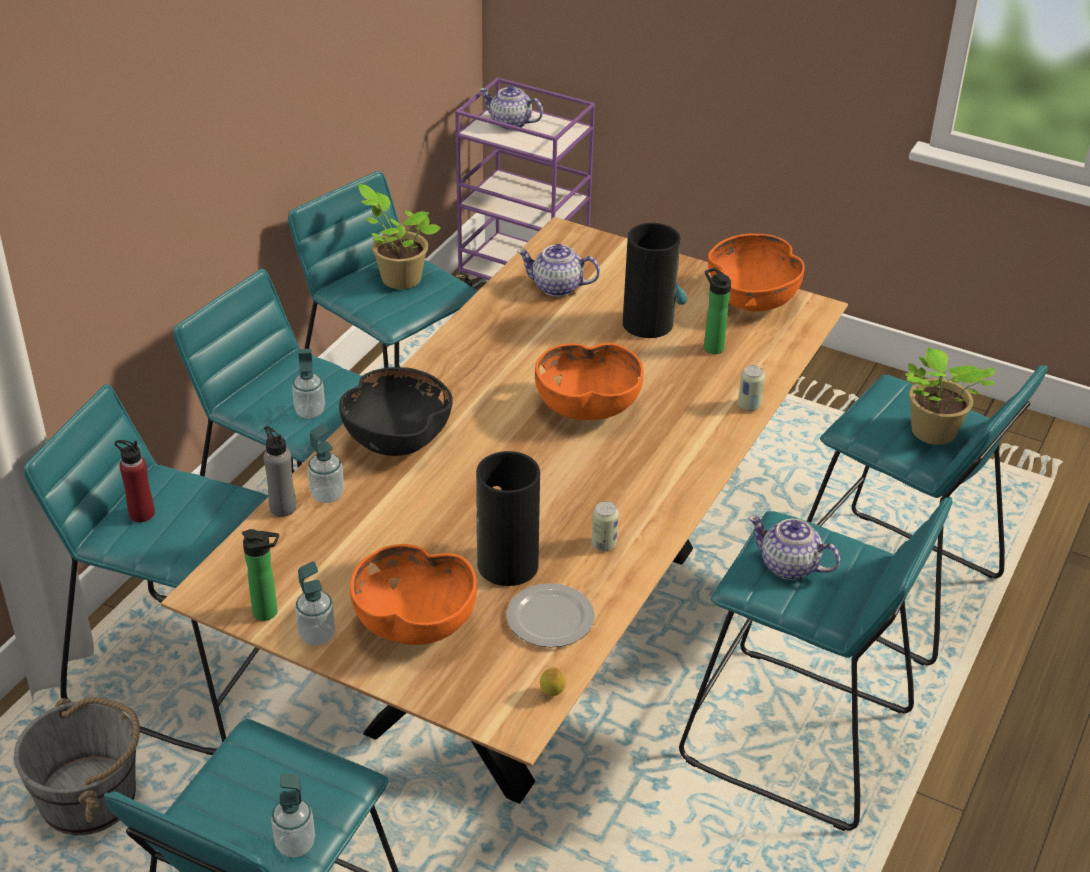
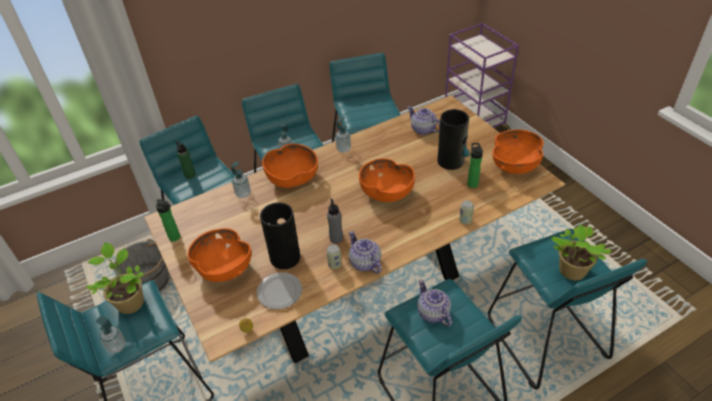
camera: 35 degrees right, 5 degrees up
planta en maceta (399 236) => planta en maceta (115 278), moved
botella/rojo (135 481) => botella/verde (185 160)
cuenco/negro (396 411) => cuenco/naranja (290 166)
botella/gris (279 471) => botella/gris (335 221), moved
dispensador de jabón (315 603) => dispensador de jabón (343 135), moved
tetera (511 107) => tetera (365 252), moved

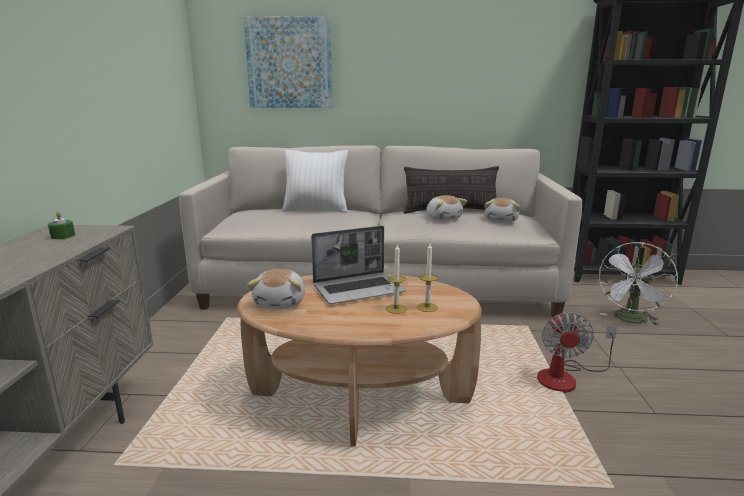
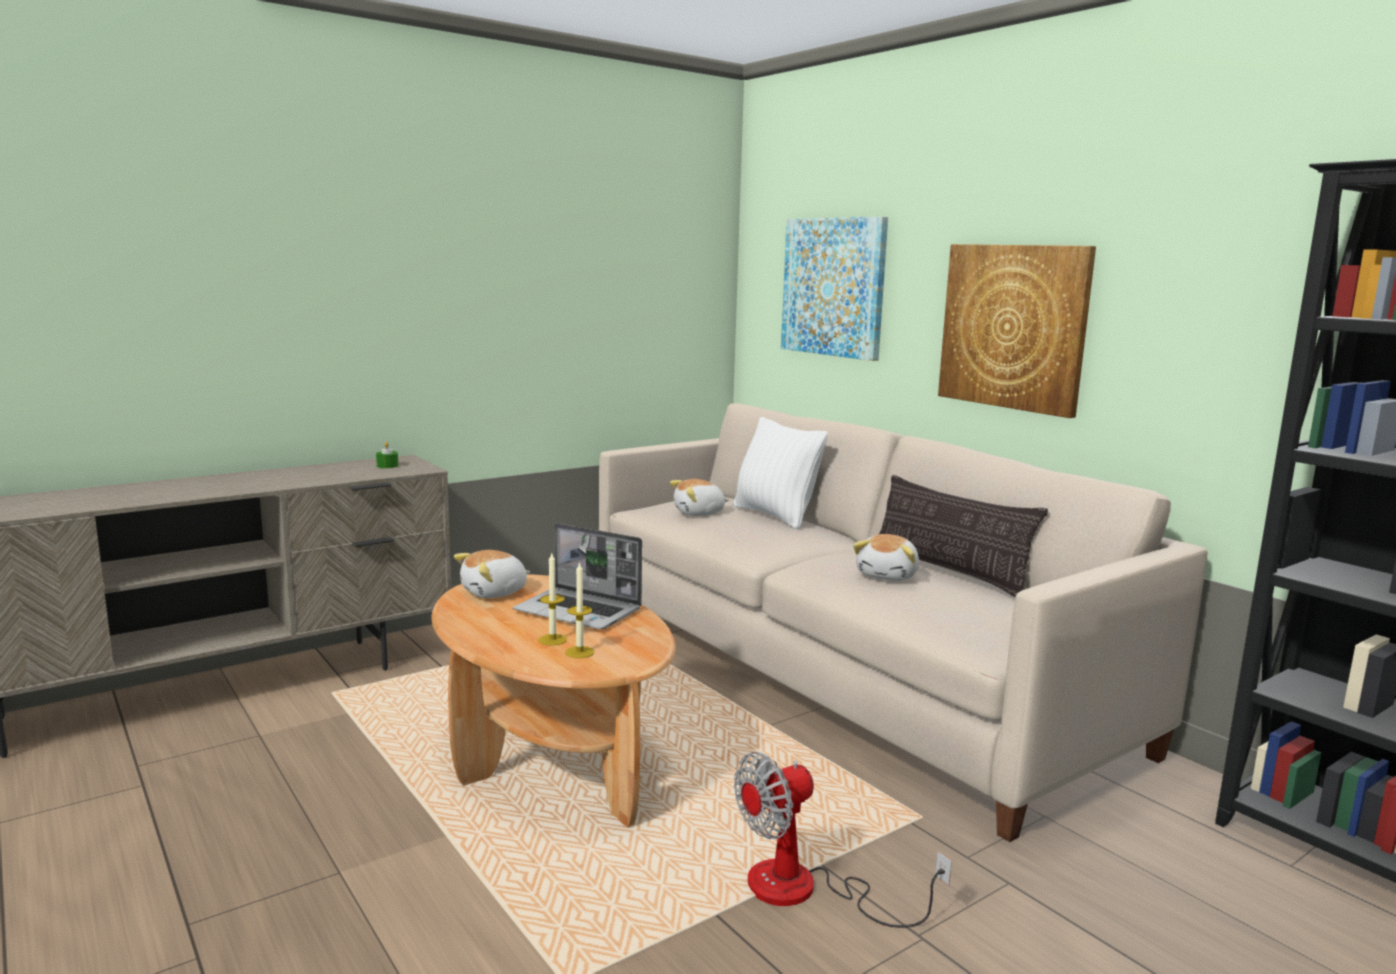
camera: 50 degrees right, 5 degrees down
peluche (502 210) => peluche (699 497), moved
nothing => cuadro (1017 331)
ventilador/blanco (637 284) => nothing

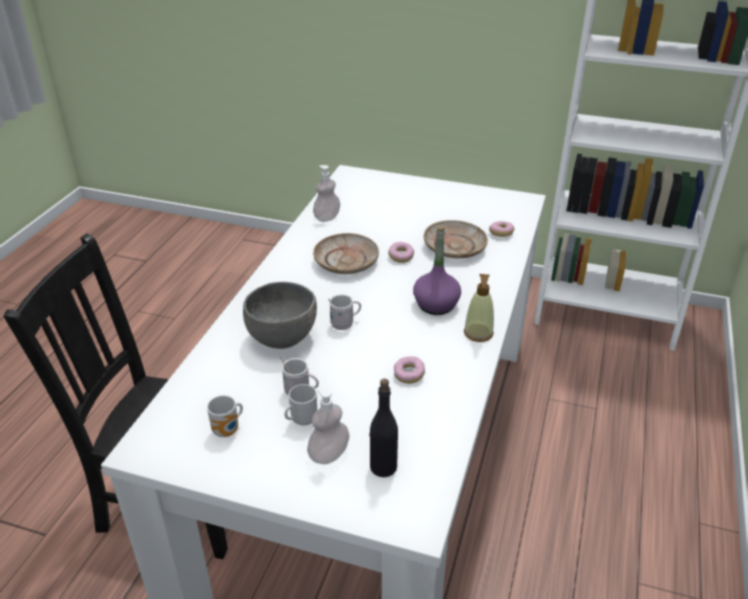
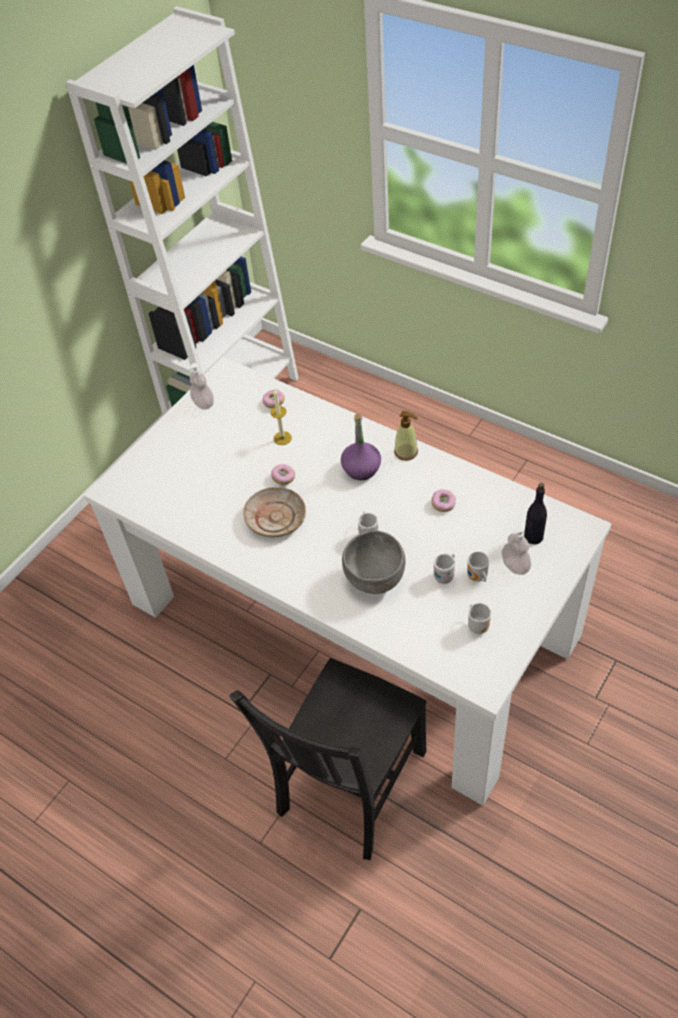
camera: 70 degrees left, 15 degrees up
dispensador de jabón (326 193) => dispensador de jabón (201 386), moved
plato/beis (456 239) => vela (281 417)

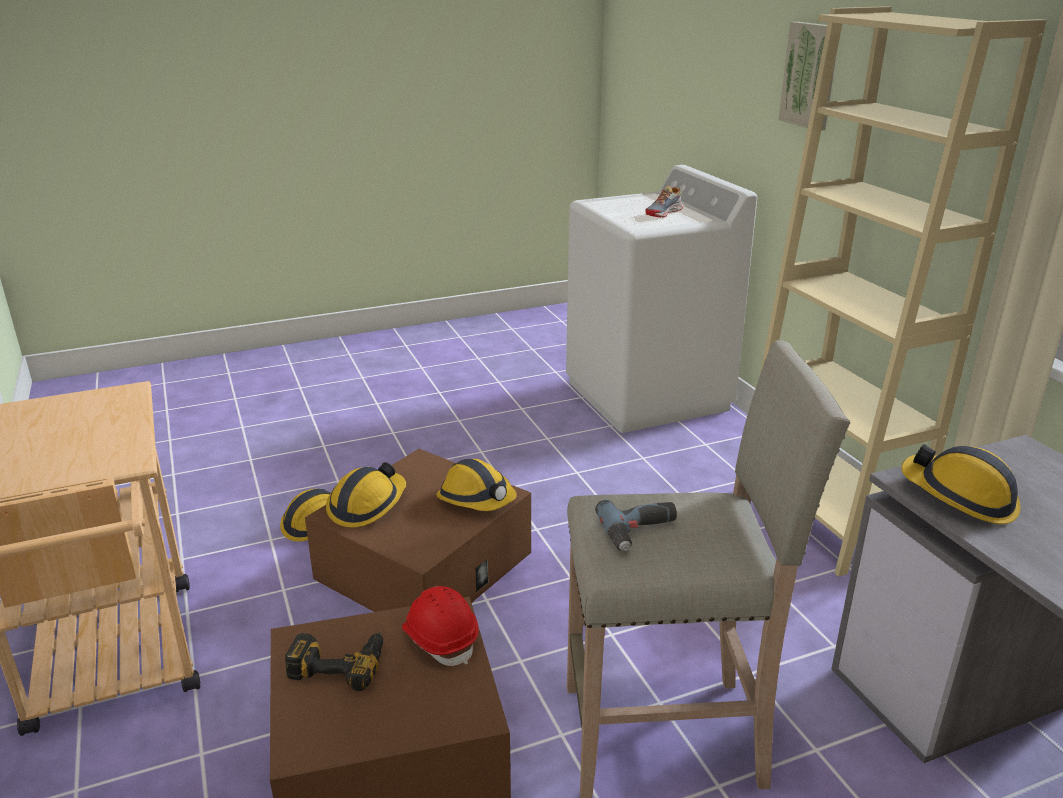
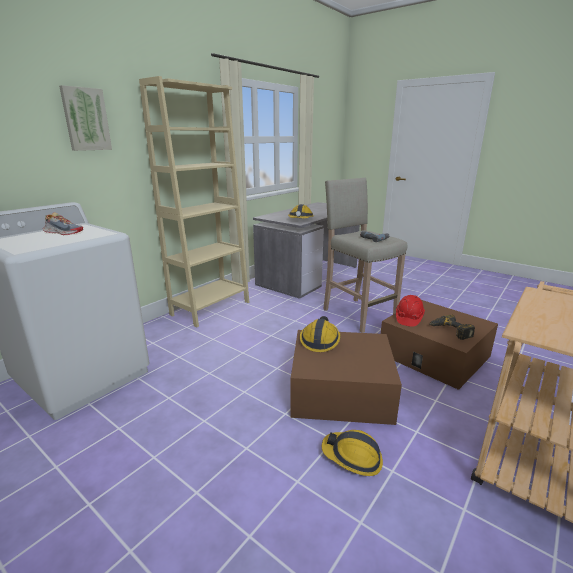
camera: 120 degrees left, 5 degrees down
casco (366 495) => nothing

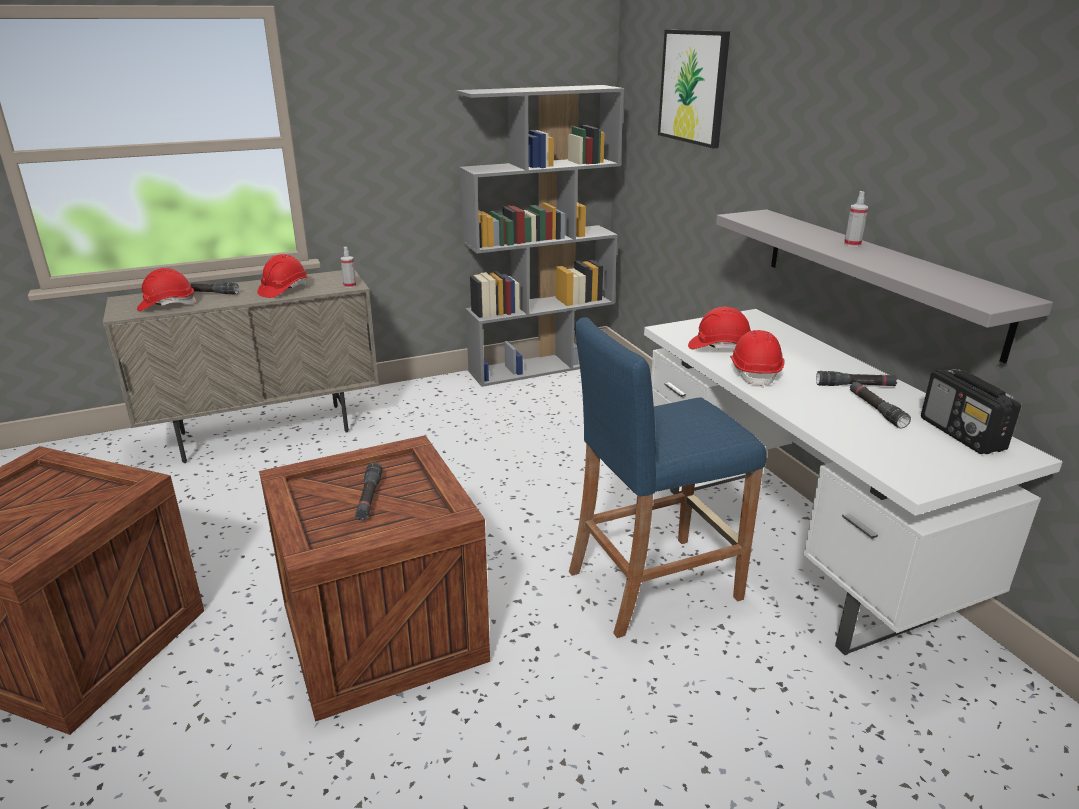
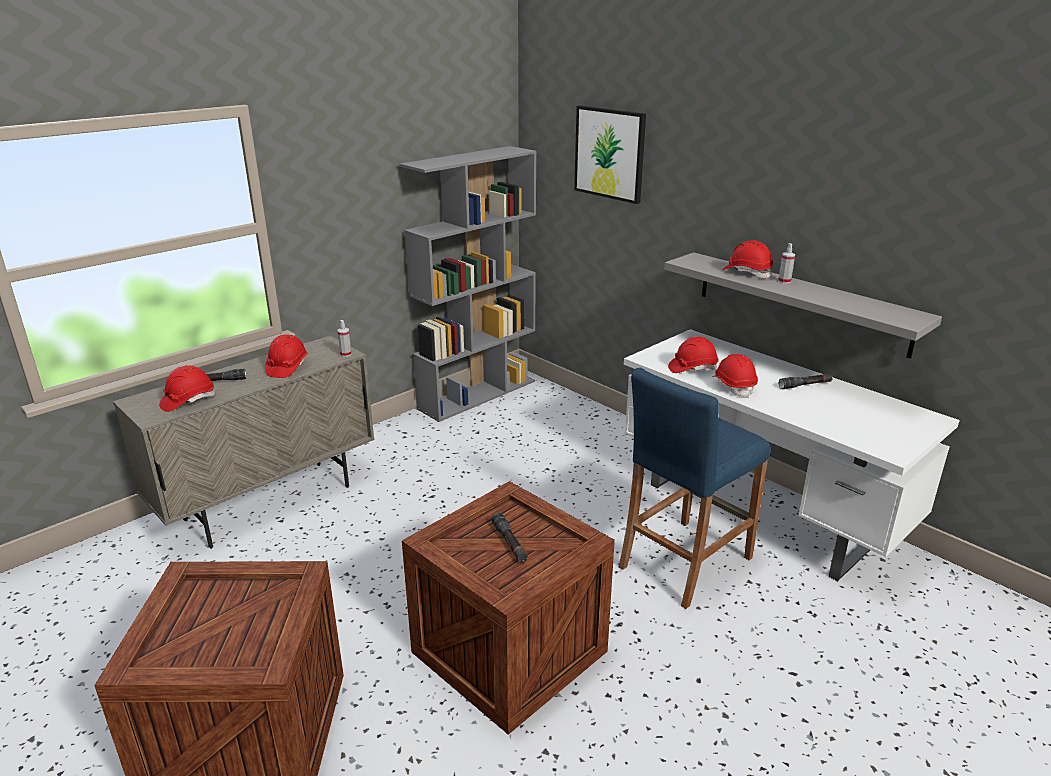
camera: 20 degrees left, 0 degrees up
nothing => casco/rojo (747 259)
linterna/negro (880 405) => nothing
radio (971 411) => nothing

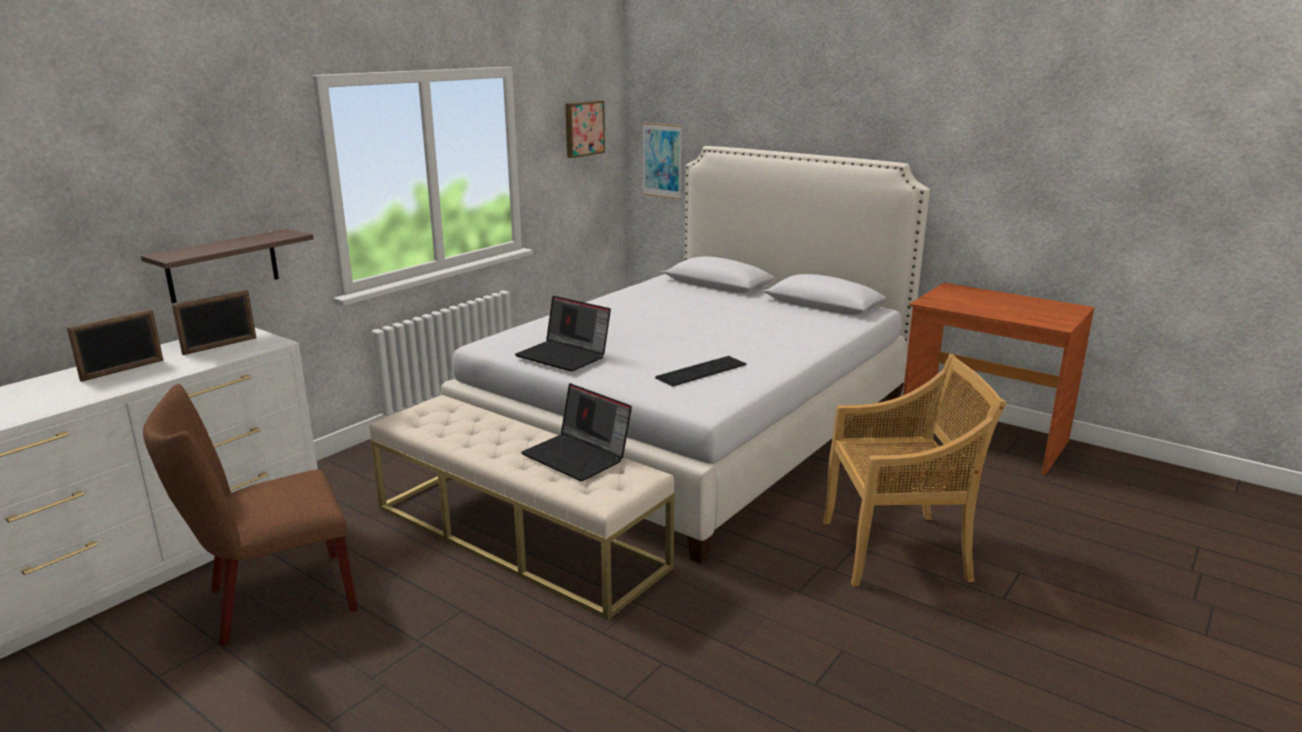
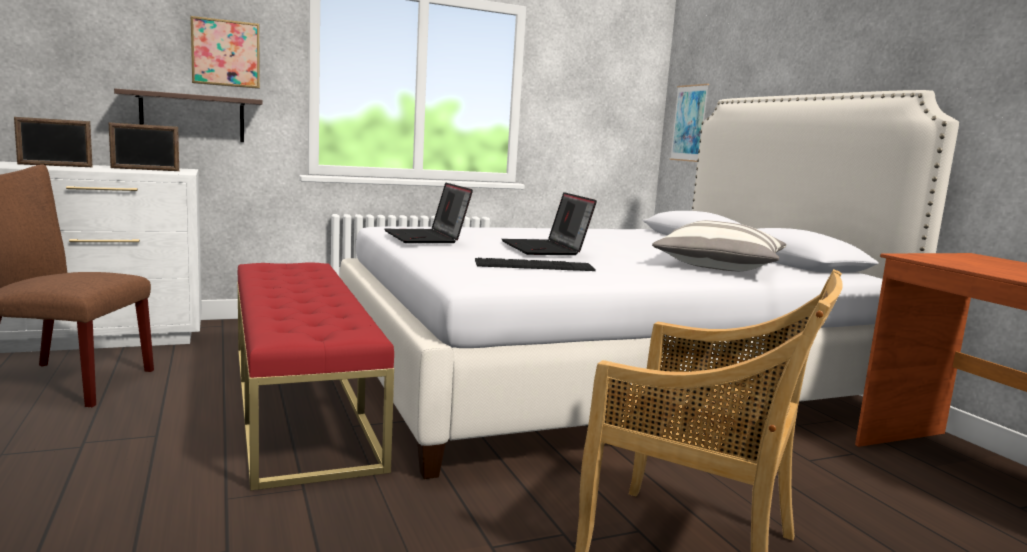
camera: 30 degrees right, 10 degrees down
cuadro (585 129) => cuadro (225 52), moved
banco/beis (522 507) => banco/rojo (316 376)
portátil (576 432) => portátil (549 223), moved
nothing => cojín (719 245)

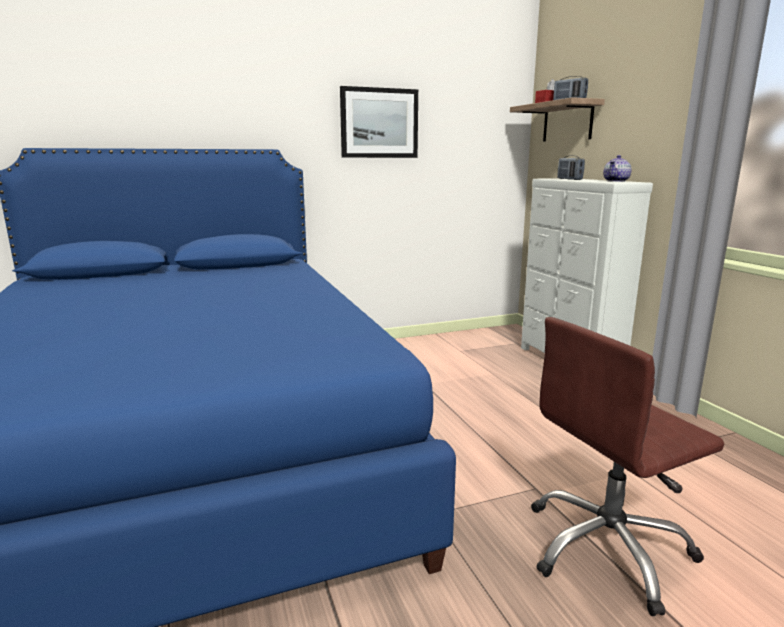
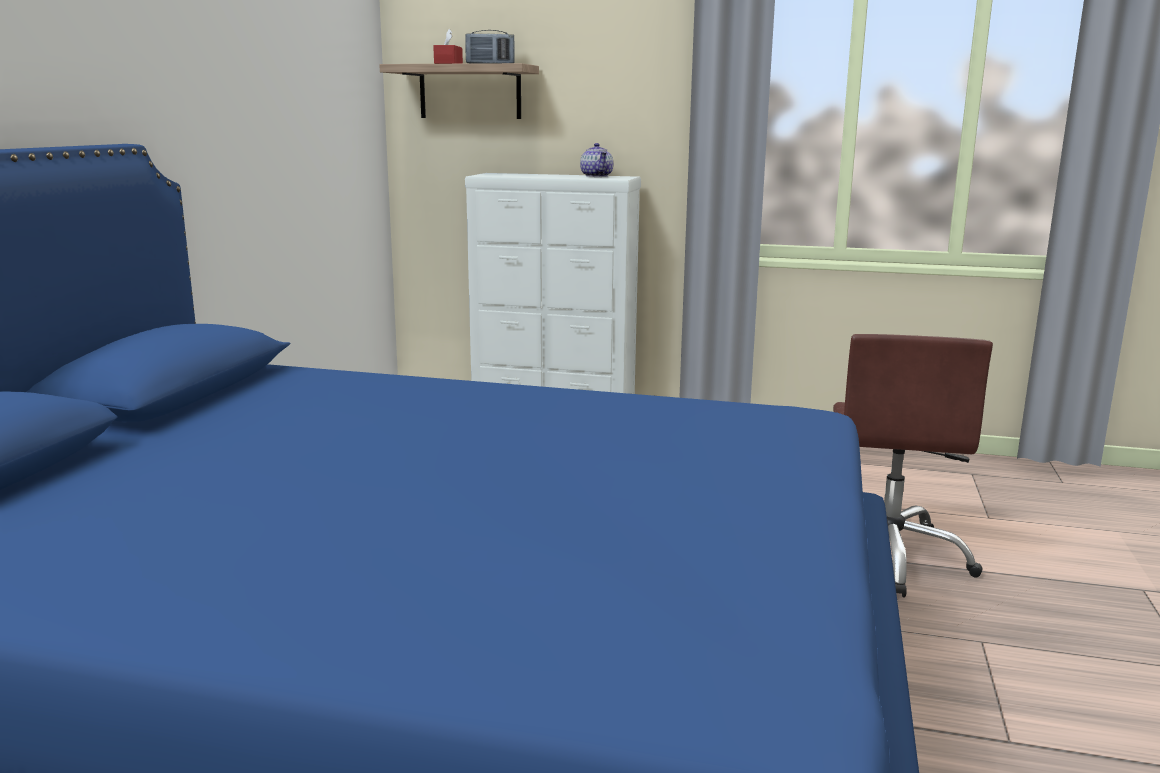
camera: 55 degrees left, 0 degrees up
cuadro (379 122) => nothing
radio (571 167) => nothing

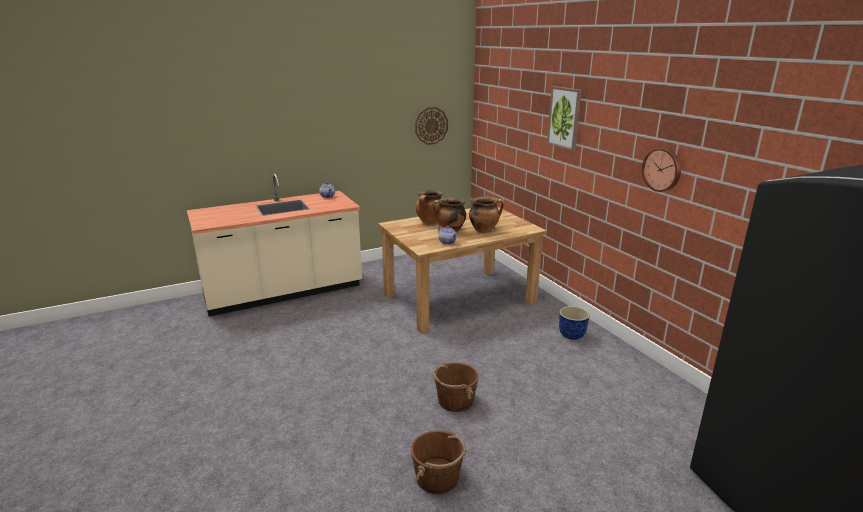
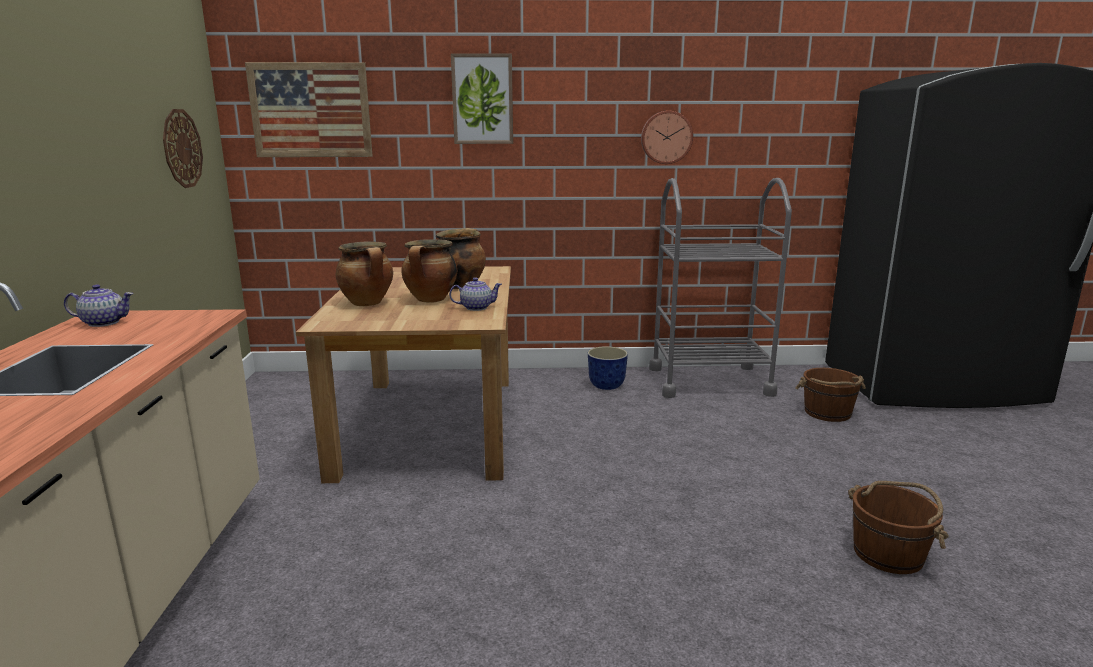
camera: 65 degrees left, 5 degrees down
nothing => cuadro (309 109)
nothing => carrito/gris (720 288)
cubo/marrón (456 387) => cubo/marrón (830 395), moved

